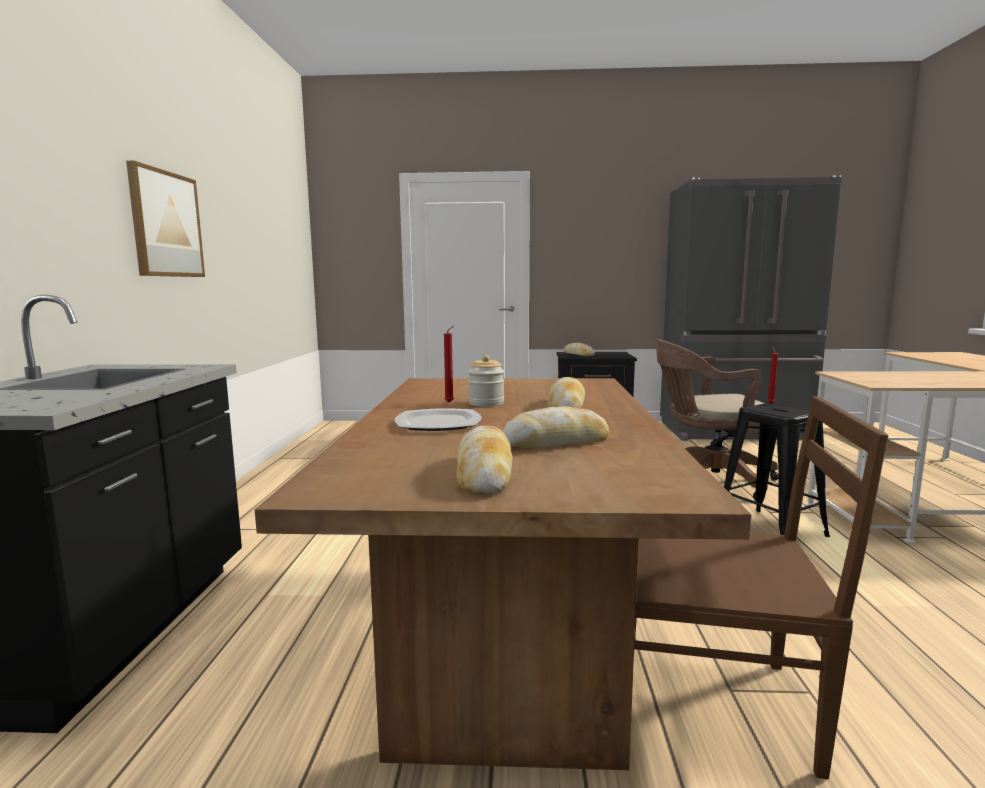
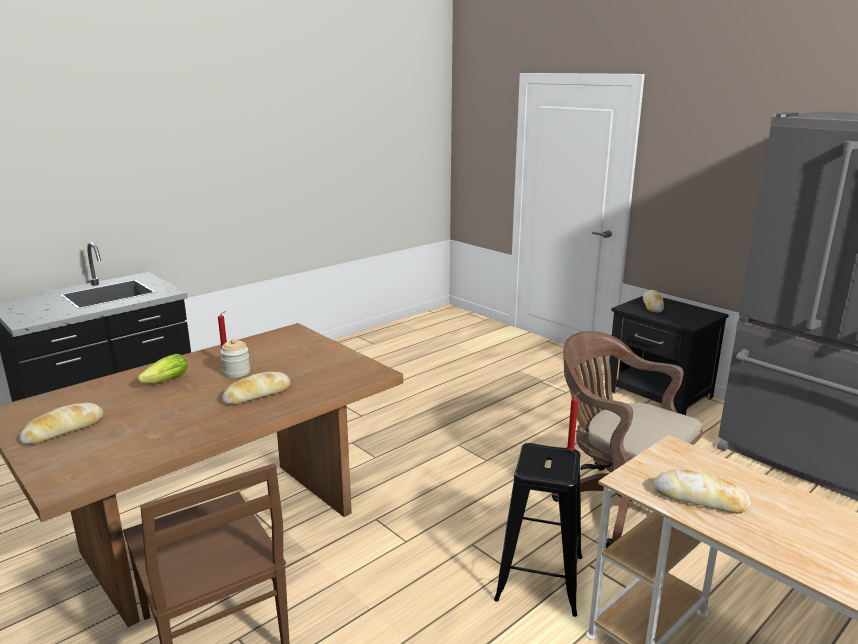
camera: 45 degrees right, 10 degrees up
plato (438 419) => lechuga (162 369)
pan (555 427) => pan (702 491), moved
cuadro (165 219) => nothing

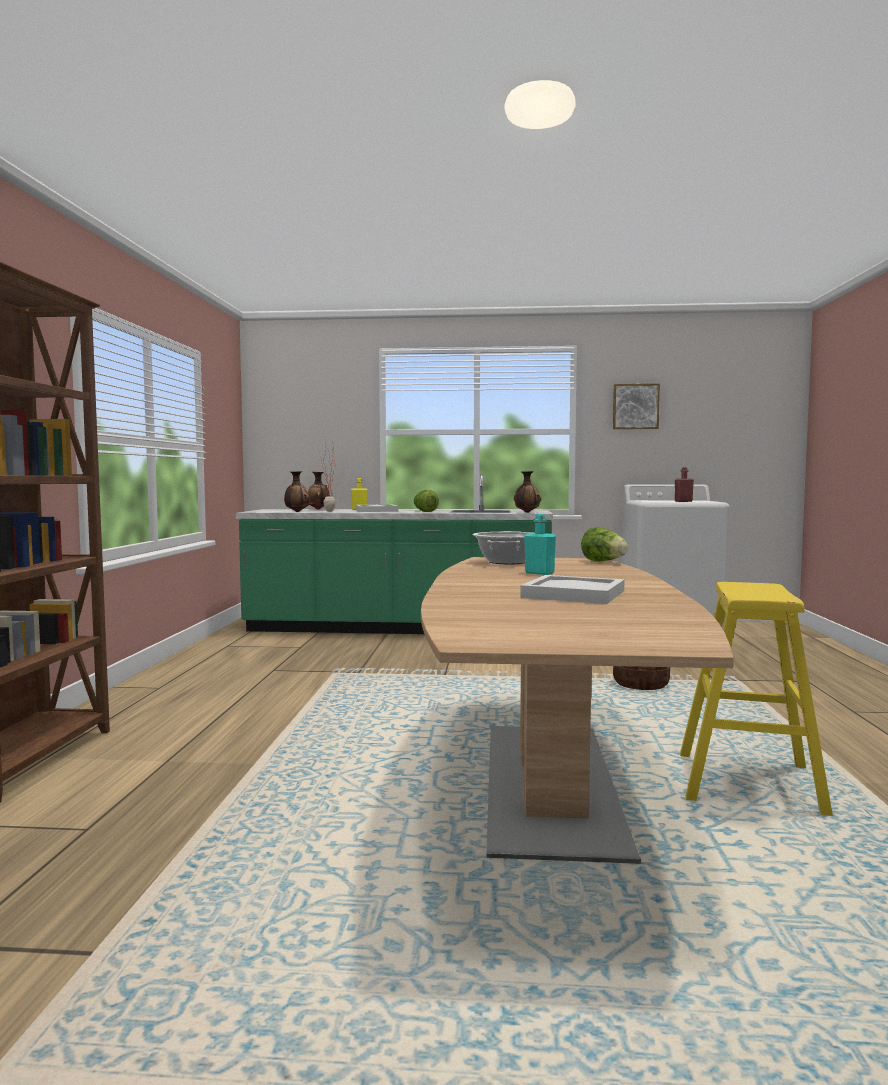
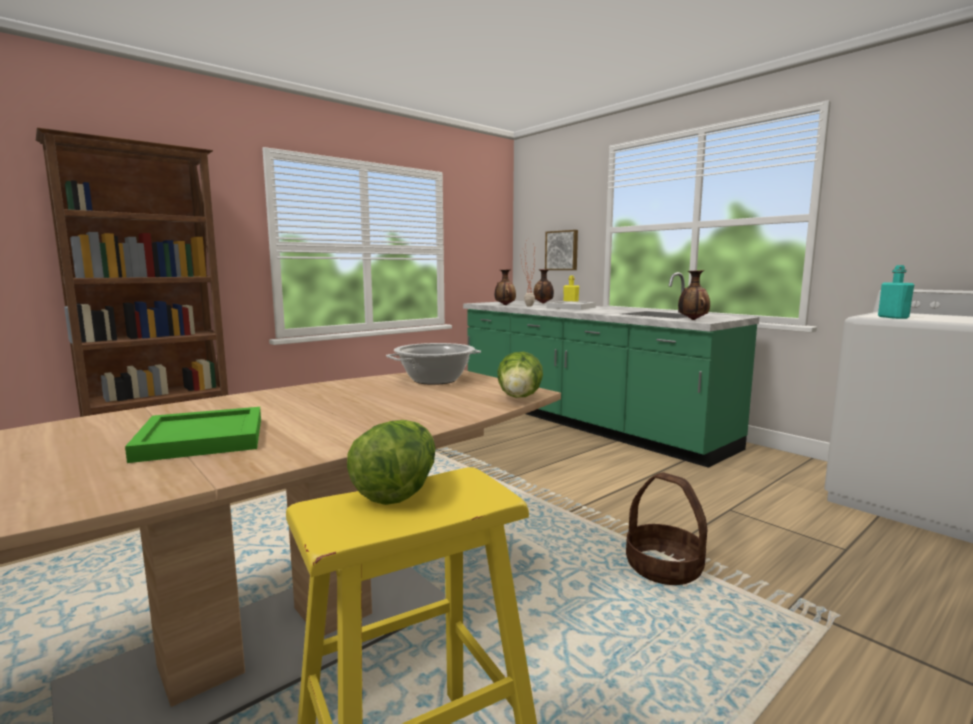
camera: 45 degrees right, 5 degrees up
bandeja/blanco (572 589) => bandeja/verde (193 435)
lechuga (426 501) => lechuga (391 462), moved
cuadro (636 406) => cuadro (561 250), moved
botella/turquesa (540 544) => botella/turquesa (896 292), moved
botella/rojo (684 484) => nothing

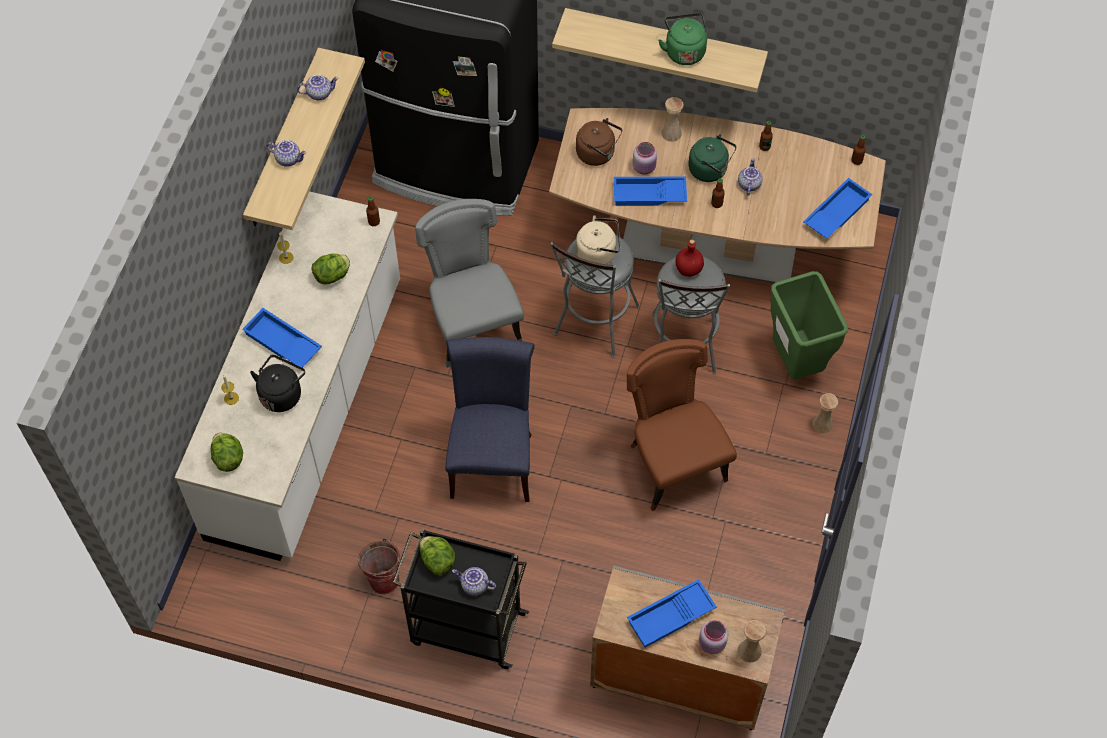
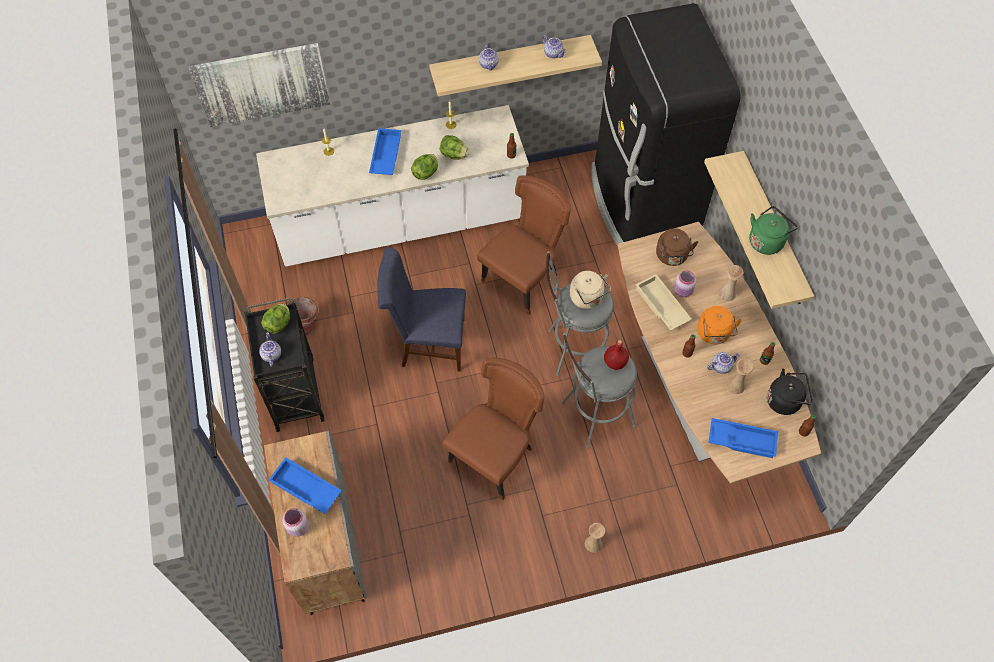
camera: 60 degrees right, 0 degrees up
nothing => cuadro (259 85)
silla/azul (490 419) => silla/azul (421 309), 150 degrees counterclockwise
lechuga (227 452) => lechuga (424 167), moved
silla/gris (469 283) => silla/marrón (524 245)
bandeja/azul (650 191) => bandeja/beis (664 302)
hervidor/verde (712 158) => hervidor/naranja (719 325)
florero/beis (752 641) => florero/beis (740 376), moved
hervidor/negro (277 383) => hervidor/negro (790 392), moved
papelera/verde (809 325) => nothing

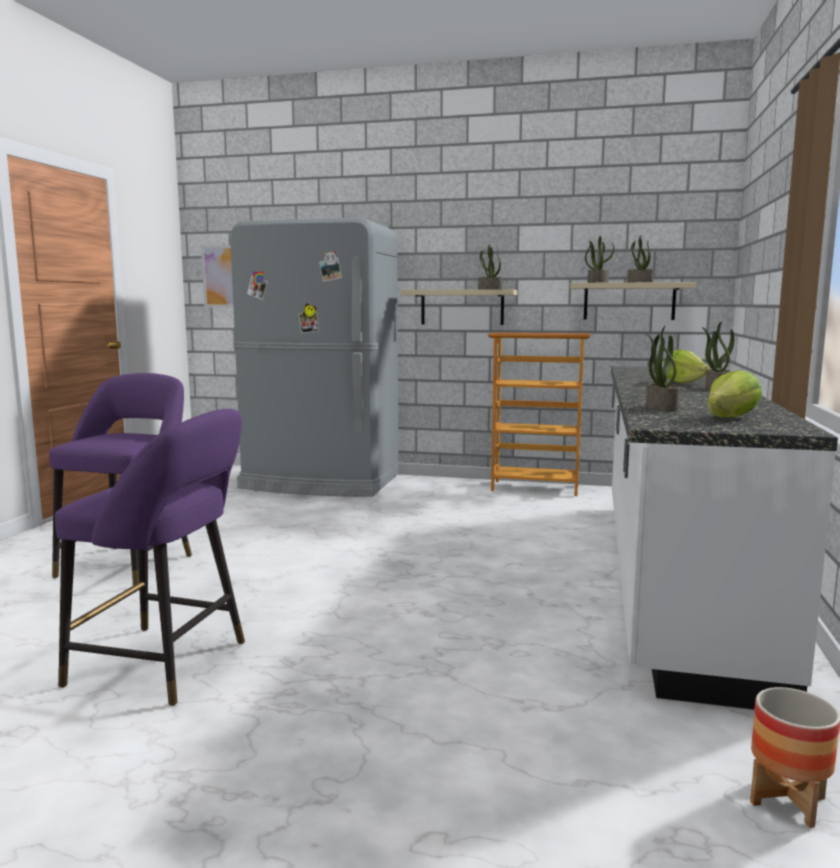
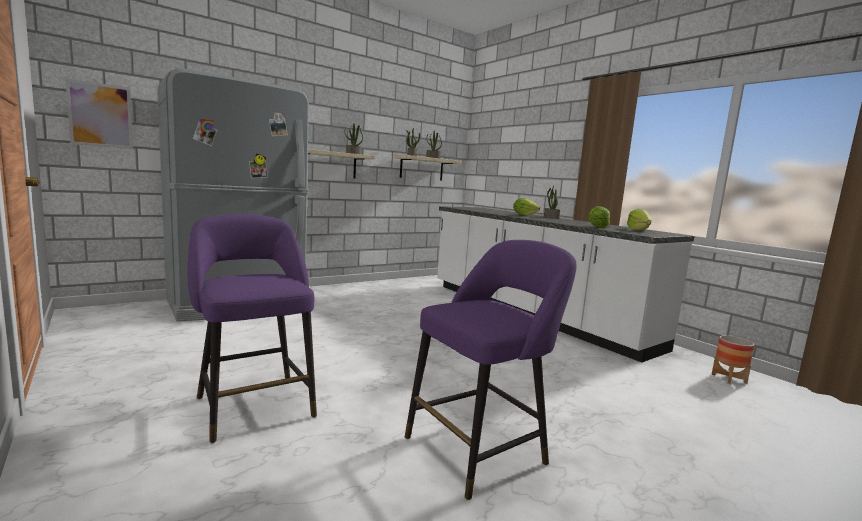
camera: 50 degrees left, 0 degrees up
planta en maceta (663 368) => lechuga (599 217)
estantería (539 414) => nothing

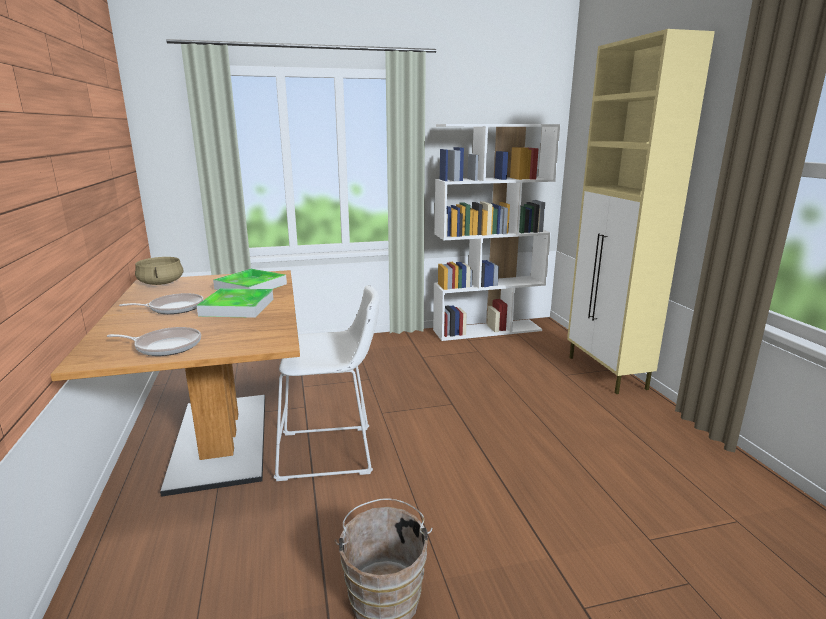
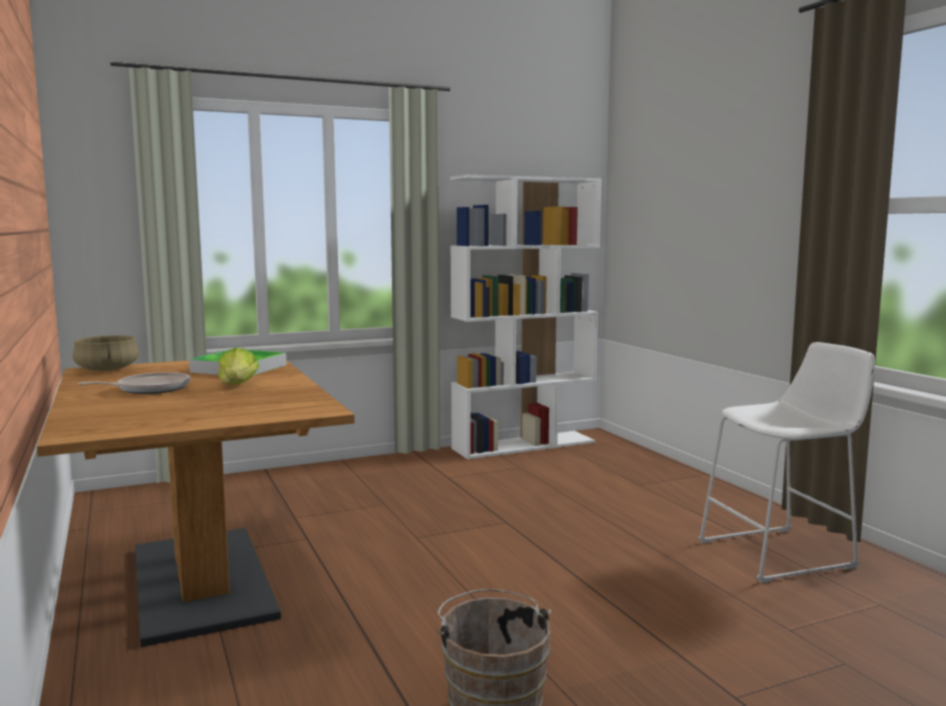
camera: 10 degrees left, 10 degrees down
bandeja (234 303) => lechuga (238 366)
taburete/blanco (326 383) => taburete/blanco (786 462), moved
sartén (154 341) => nothing
armario/beis (641 211) => nothing

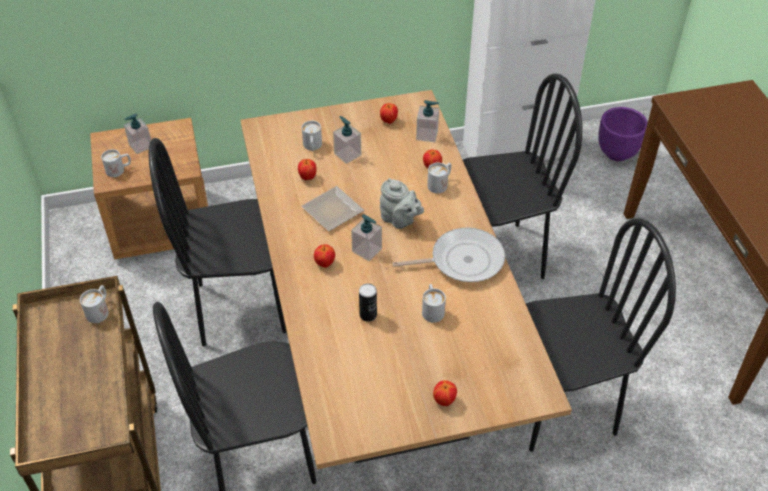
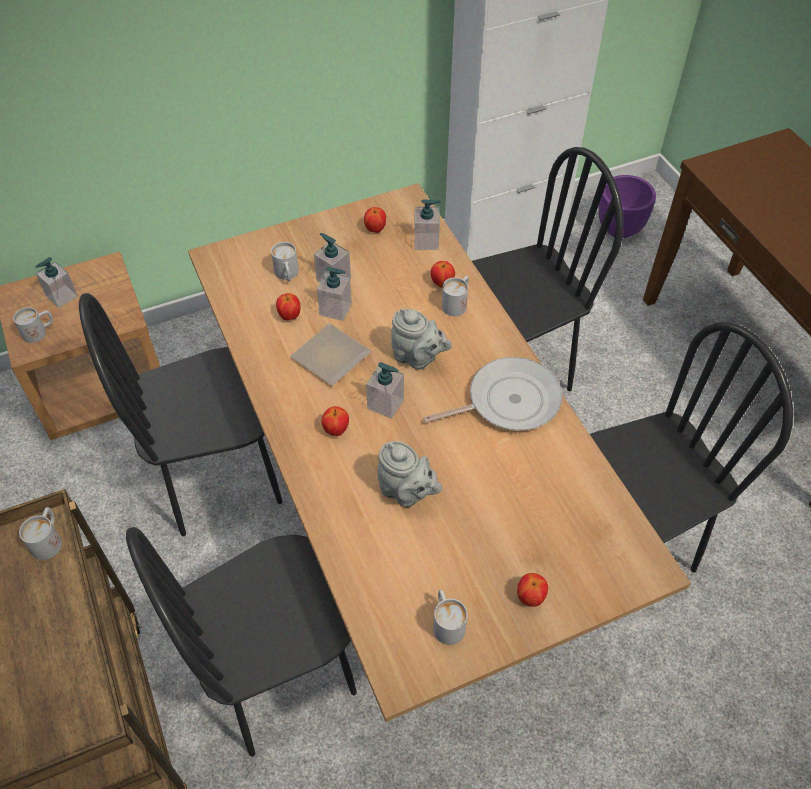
camera: 10 degrees left, 5 degrees up
nothing => dispensador de jabón (334 293)
lata (368 302) => tetera/gris (410 474)
taza grande/blanco (434 303) => taza grande/blanco (450 617), moved

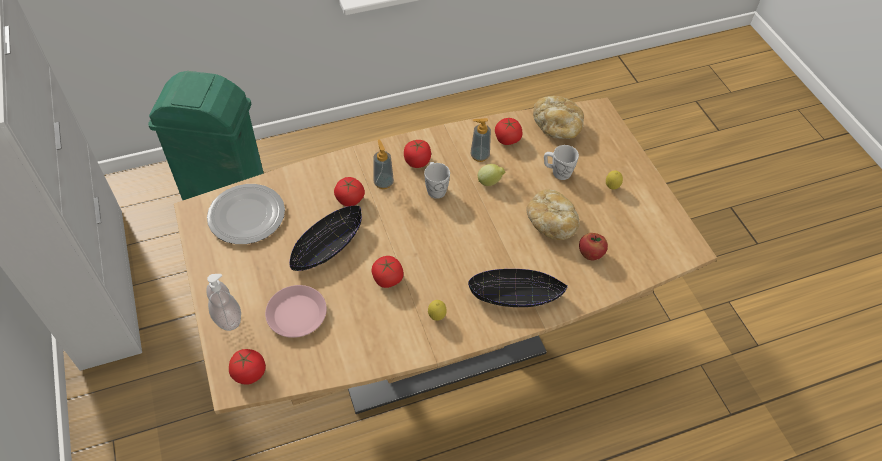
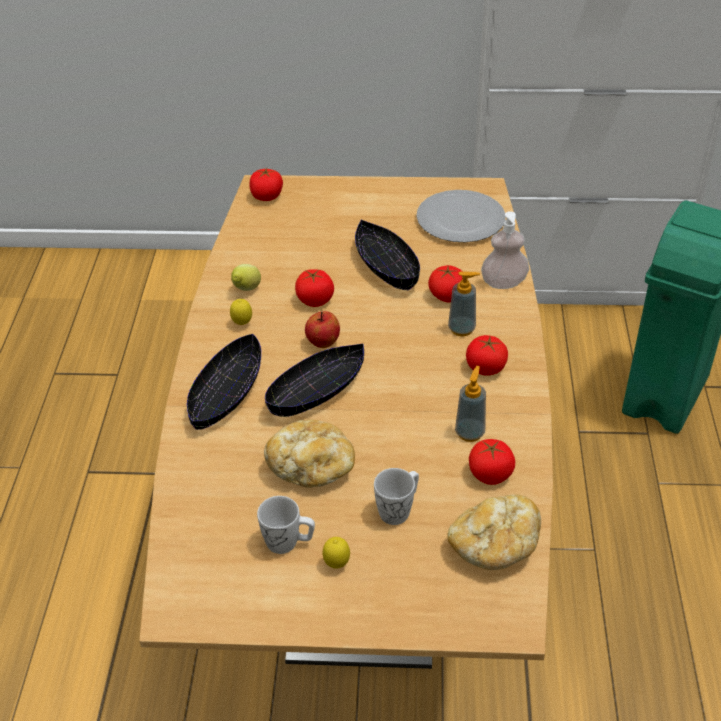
camera: 115 degrees right, 10 degrees down
limón (491 175) => limón (246 277), moved
taza grande/blanco (437 180) => taza grande/blanco (286 525), moved
nothing => cuenco/negro (314 380)
manzana (593 246) => manzana (322 329), moved
dispensador de jabón (224 302) => dispensador de jabón (505 250), moved
plato/rosa (296 311) => nothing

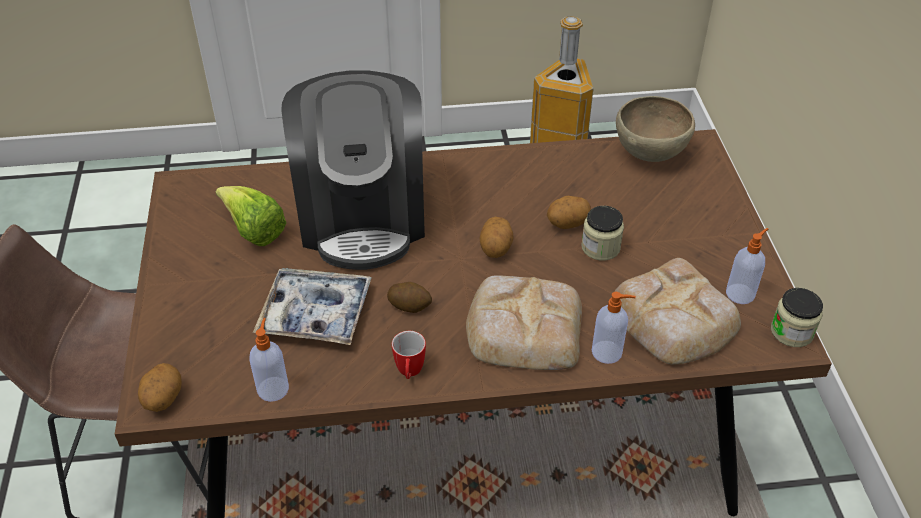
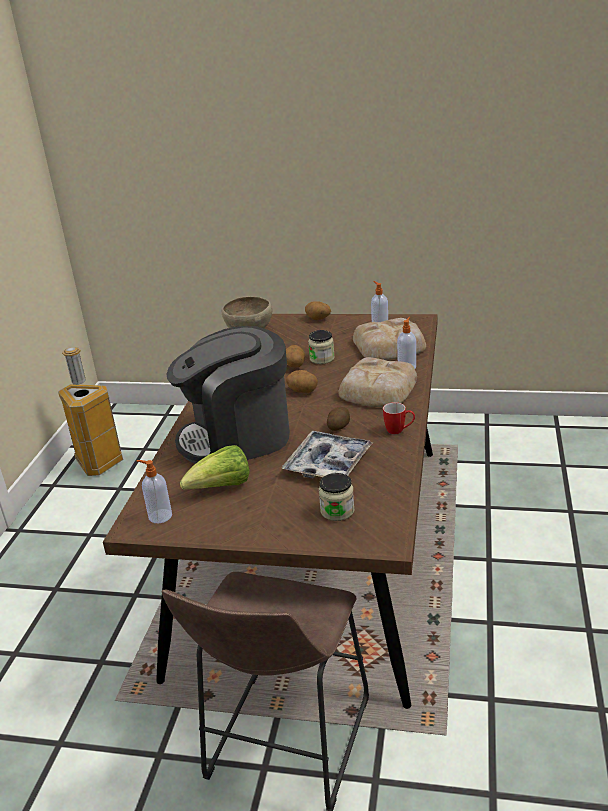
camera: 70 degrees left, 15 degrees down
dispensador de jabón (269 360) => dispensador de jabón (154 491), moved
cafetera (353 170) => cafetera (228 395), 150 degrees clockwise
patata (160 387) => patata (318 310), moved
tarro (797 317) => tarro (336 497), moved

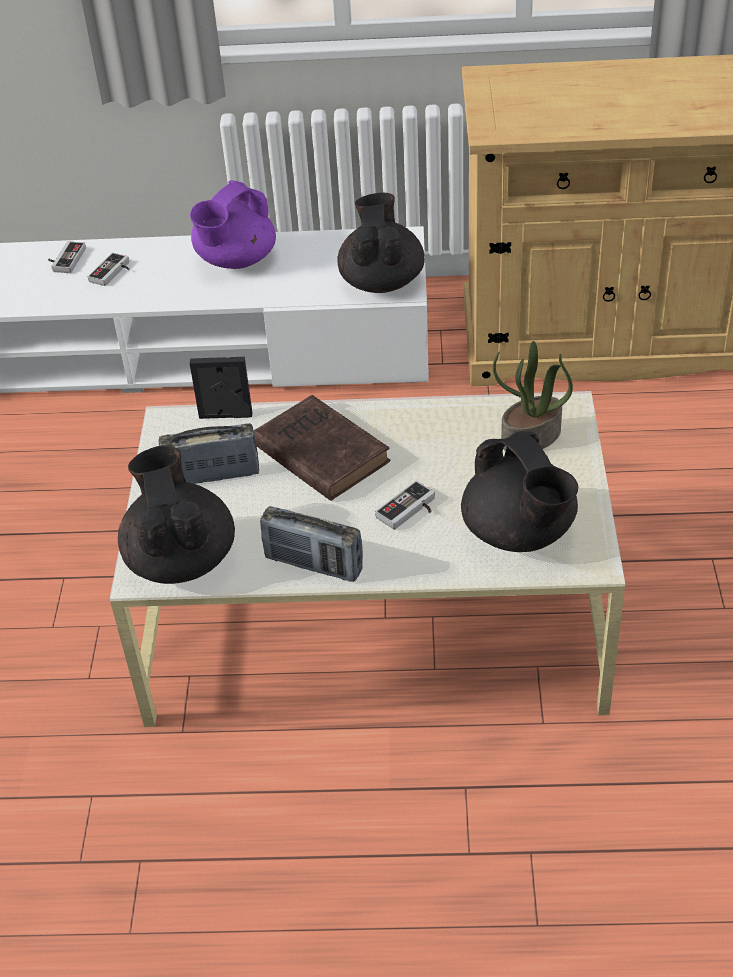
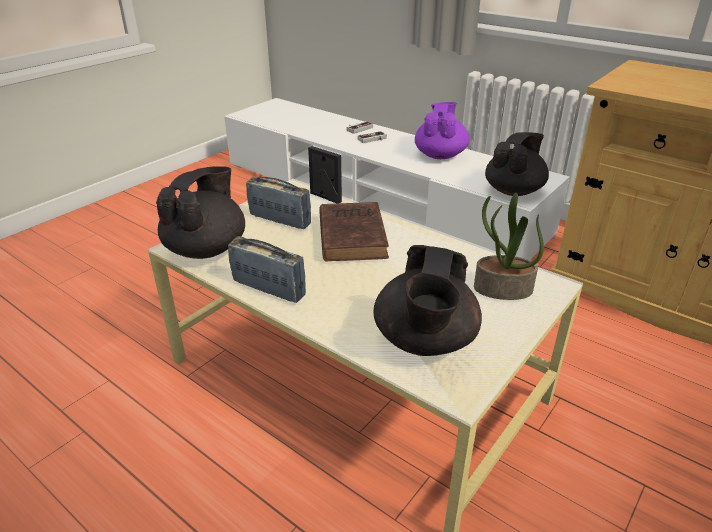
camera: 35 degrees right, 10 degrees down
radio (311 544) => radio (267 269), 150 degrees clockwise
tetera/morado (233 224) => tetera/morado (442 130), 120 degrees clockwise
mando de consola (405 505) => nothing

